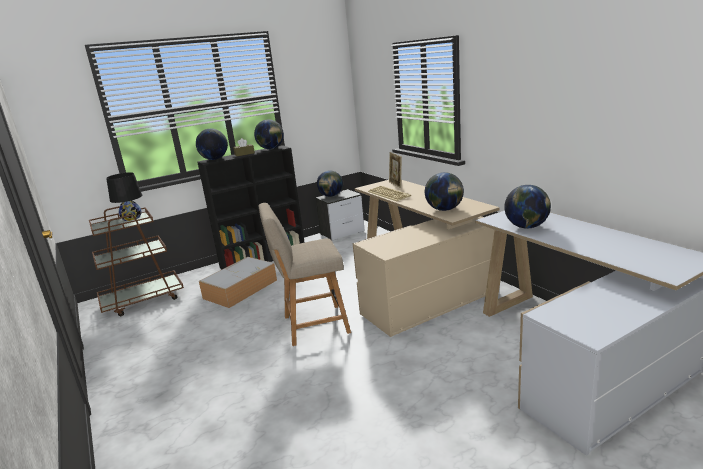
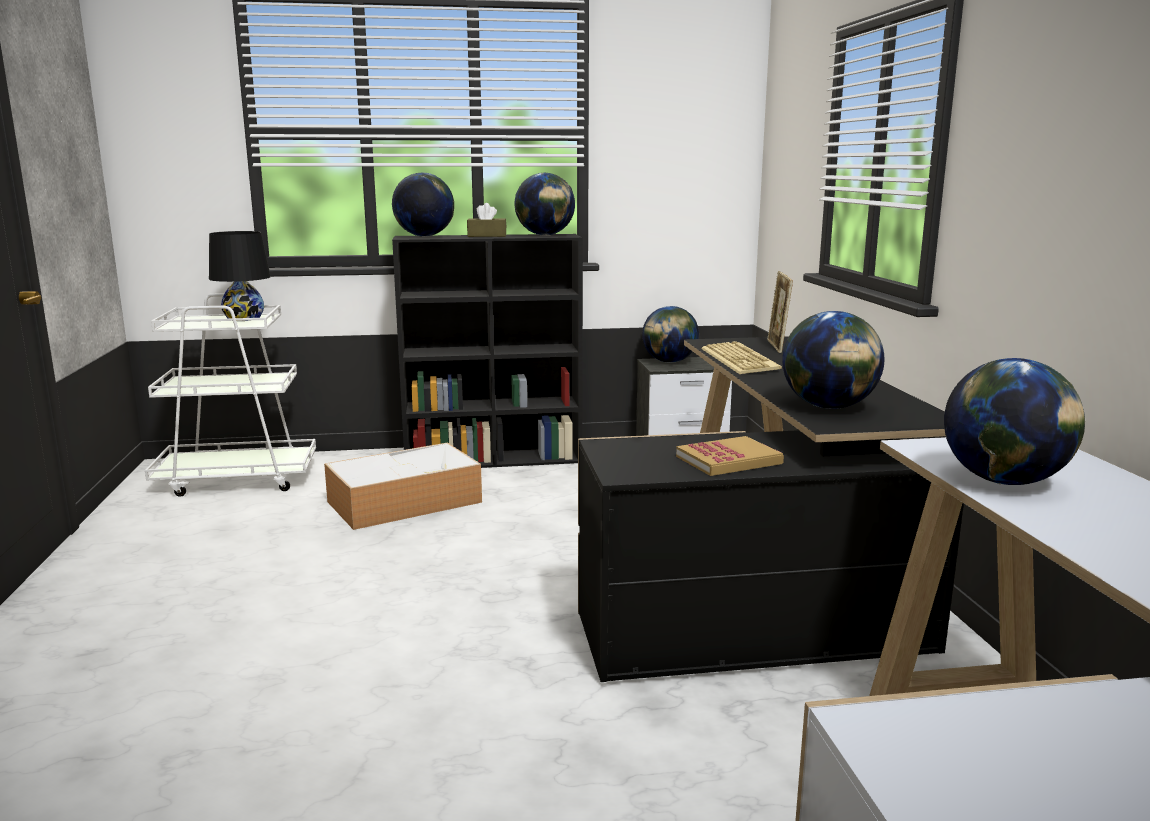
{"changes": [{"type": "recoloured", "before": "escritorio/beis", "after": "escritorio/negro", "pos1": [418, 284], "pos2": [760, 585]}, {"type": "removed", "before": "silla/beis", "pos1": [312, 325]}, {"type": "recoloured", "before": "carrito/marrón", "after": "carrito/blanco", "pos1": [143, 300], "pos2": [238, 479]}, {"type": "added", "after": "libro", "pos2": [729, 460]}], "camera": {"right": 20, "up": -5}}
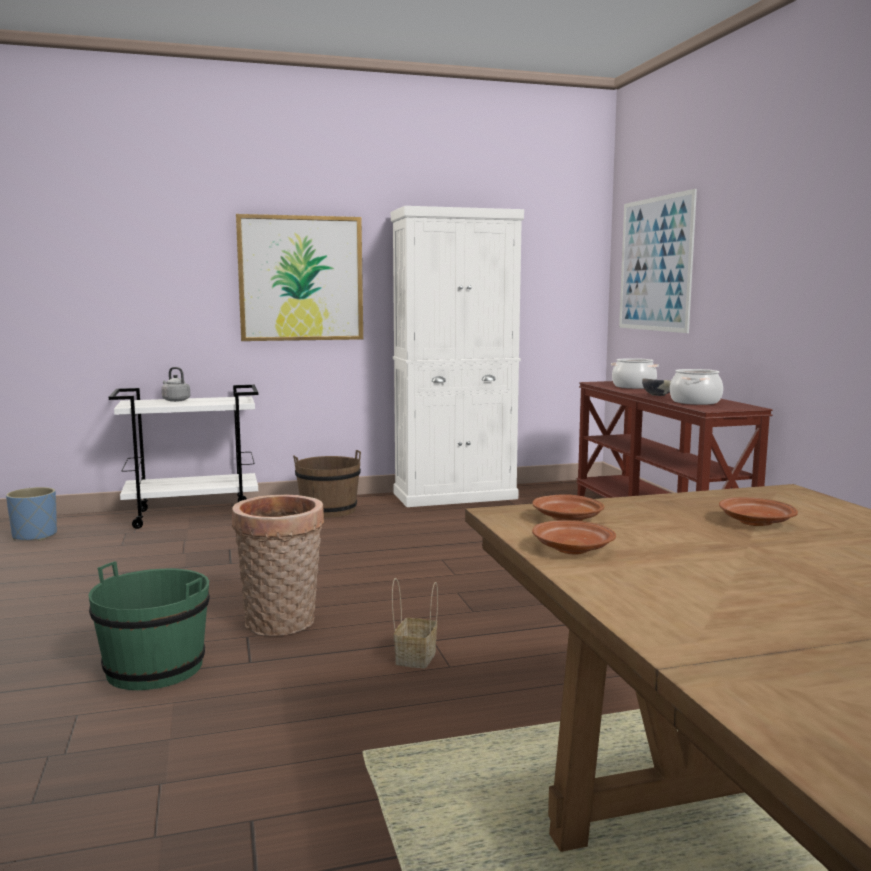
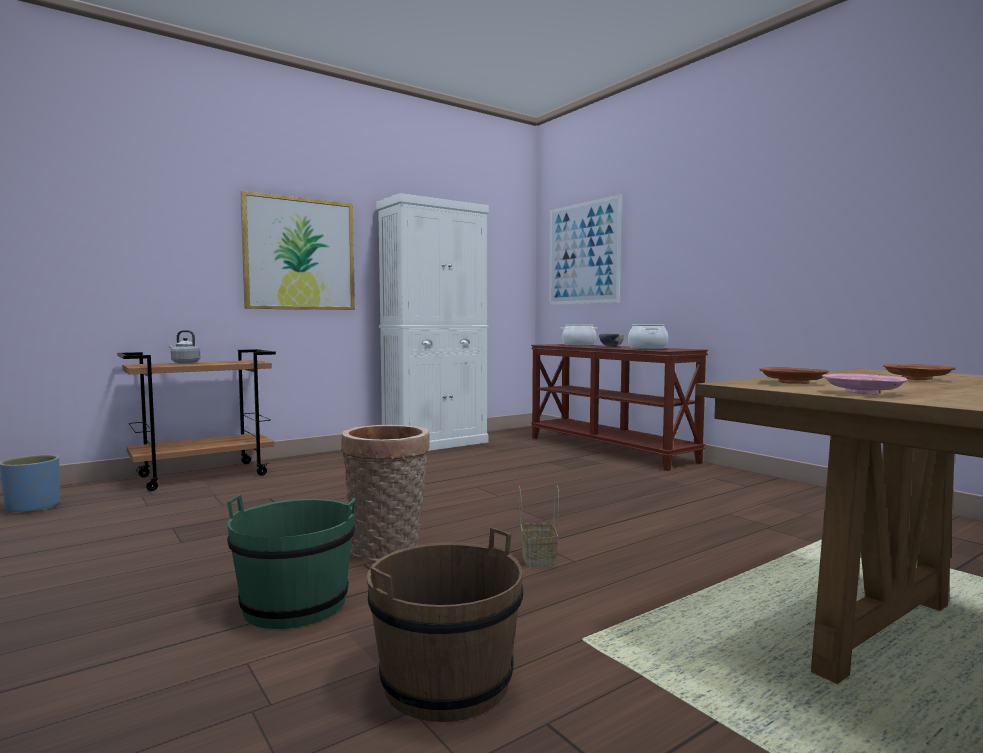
{"changes": [{"type": "recoloured", "before": "carrito/blanco", "after": "carrito/marrón", "pos1": [194, 515], "pos2": [204, 475]}, {"type": "moved", "before": "cubo/marrón", "pos1": [328, 510], "pos2": [447, 682]}, {"type": "recoloured", "before": "plato/marrón", "after": "plato/rosa", "pos1": [571, 549], "pos2": [862, 392]}], "camera": {"right": -20, "up": -5}}
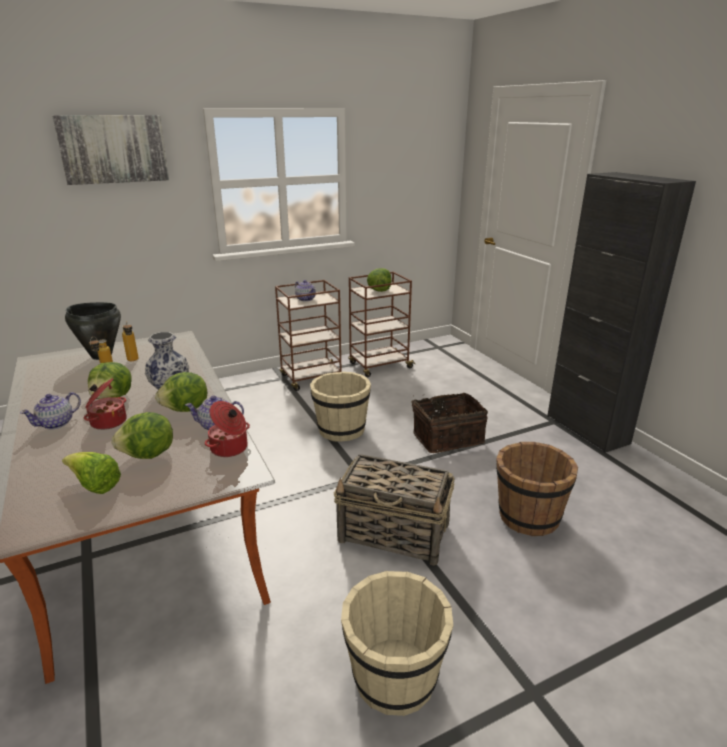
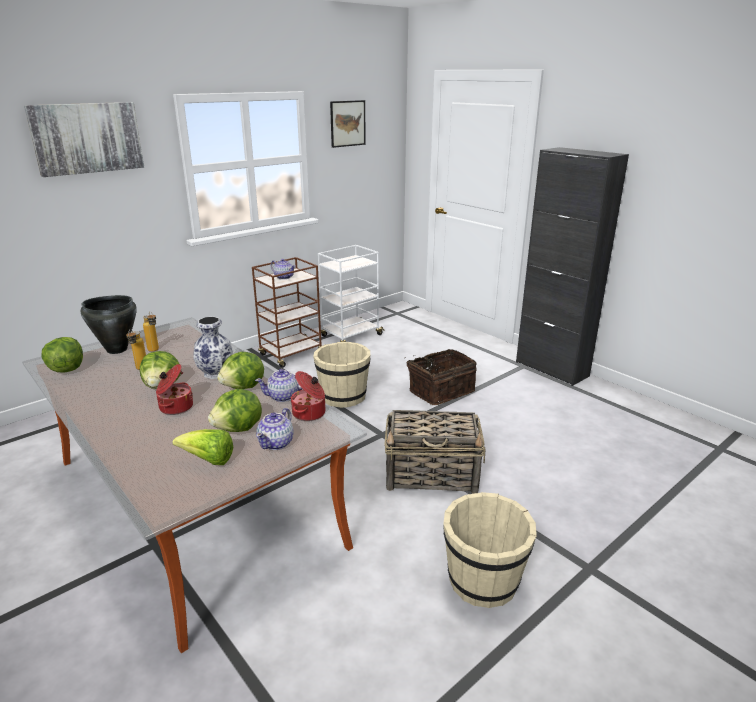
{"changes": [{"type": "moved", "before": "lechuga", "pos1": [379, 290], "pos2": [66, 369]}, {"type": "recoloured", "before": "carrito/marrón", "after": "carrito/blanco", "pos1": [379, 366], "pos2": [350, 336]}, {"type": "moved", "before": "tetera", "pos1": [57, 423], "pos2": [276, 443]}, {"type": "removed", "before": "cubo/marrón", "pos1": [528, 516]}, {"type": "added", "after": "cuadro", "pos2": [347, 123]}], "camera": {"right": -15, "up": 0}}
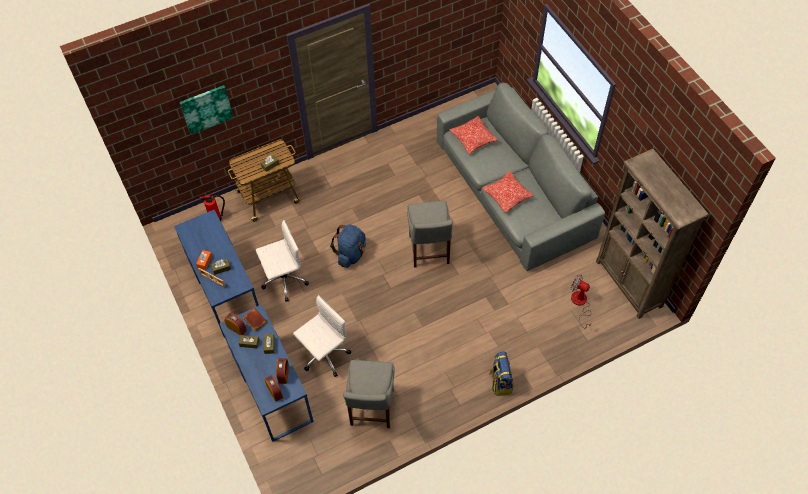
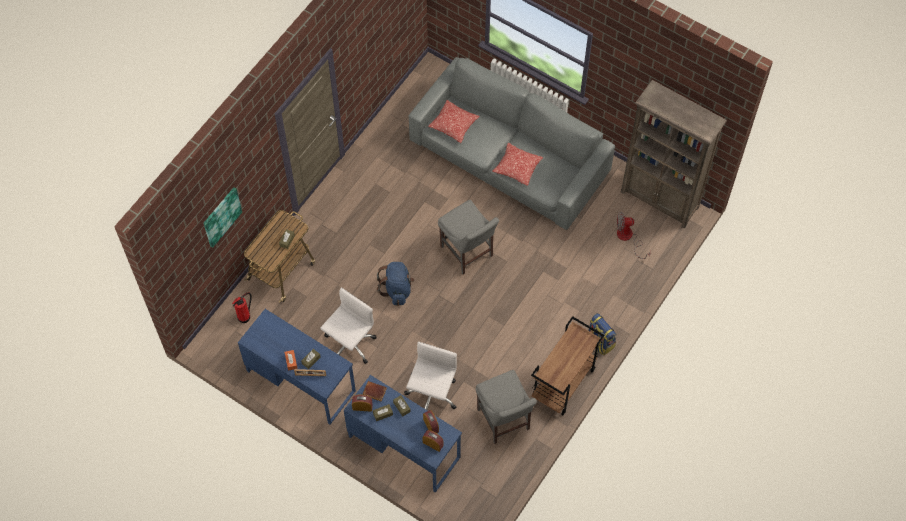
{"changes": [{"type": "added", "after": "carrito/marrón", "pos2": [563, 384]}], "camera": {"right": -30, "up": 5}}
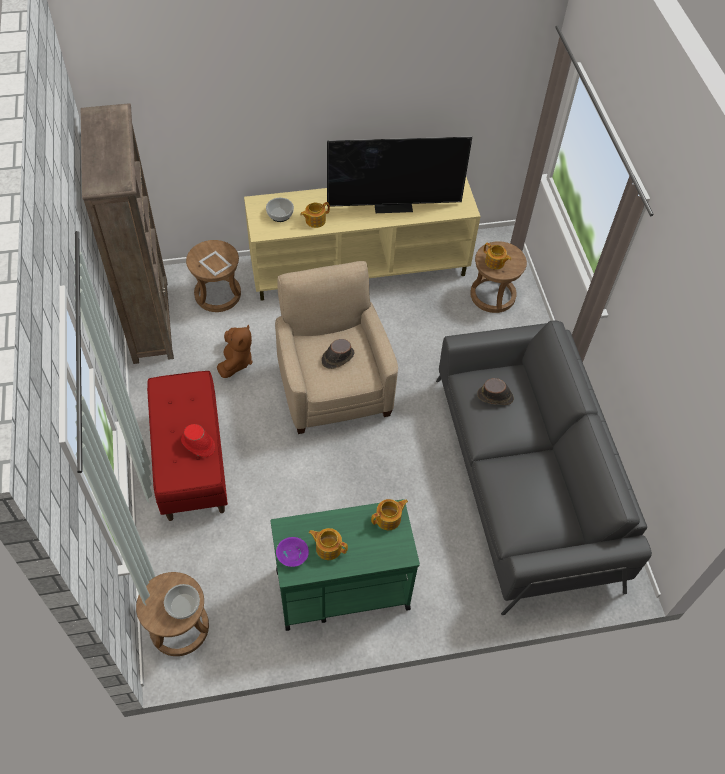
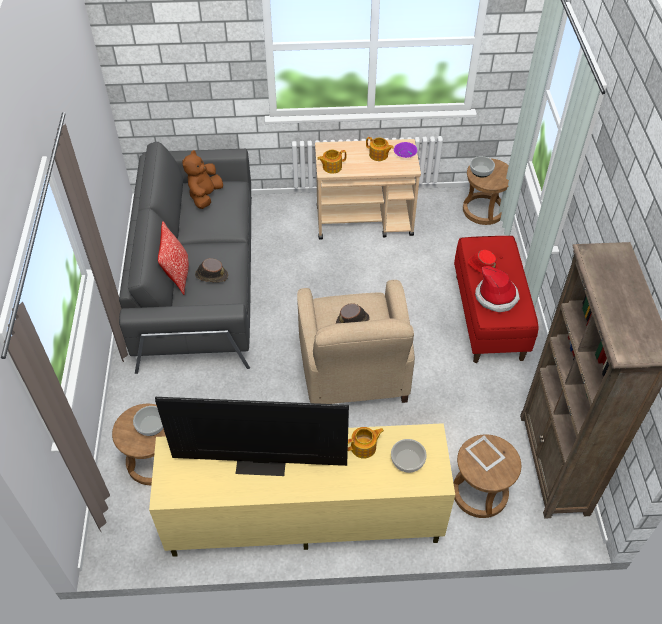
{"changes": [{"type": "replaced", "before": "tetera", "after": "cuenco", "pos1": [495, 262], "pos2": [151, 425]}, {"type": "moved", "before": "peluche/marrón", "pos1": [236, 361], "pos2": [205, 196]}, {"type": "recoloured", "before": "carrito/verde", "after": "carrito/beis", "pos1": [341, 589], "pos2": [365, 221]}, {"type": "added", "after": "cojín", "pos2": [177, 275]}, {"type": "added", "after": "sombrero", "pos2": [496, 297]}], "camera": {"right": -170, "up": -5}}
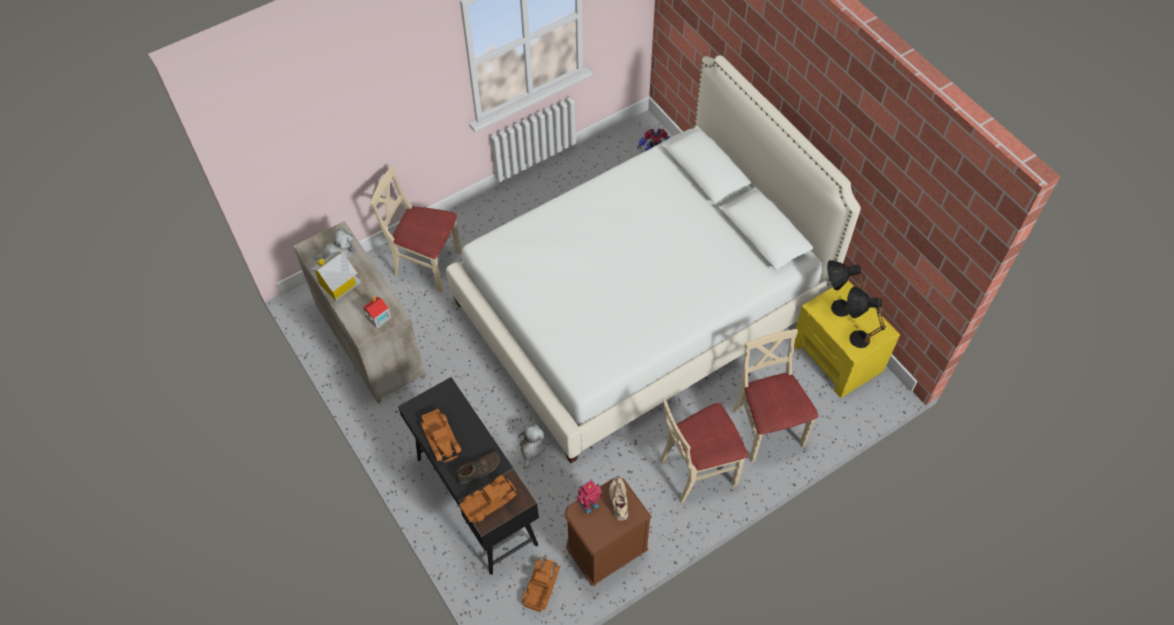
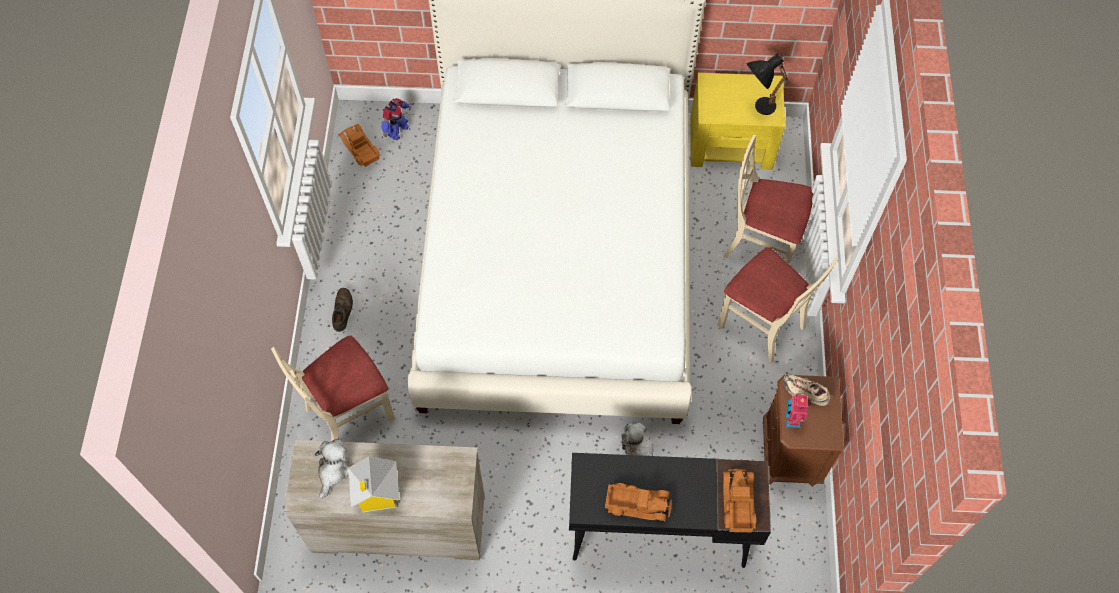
{"changes": [{"type": "removed", "before": "lámpara de mesa/negro", "pos1": [833, 306]}, {"type": "removed", "before": "casita", "pos1": [378, 317]}, {"type": "turned", "before": "silla/beis", "pos1": [697, 470], "pos2": [762, 324], "turn": -60}, {"type": "moved", "before": "zapato/marrón", "pos1": [478, 469], "pos2": [342, 311]}, {"type": "moved", "before": "camión de juguete", "pos1": [540, 586], "pos2": [359, 149]}], "camera": {"right": -55, "up": 5}}
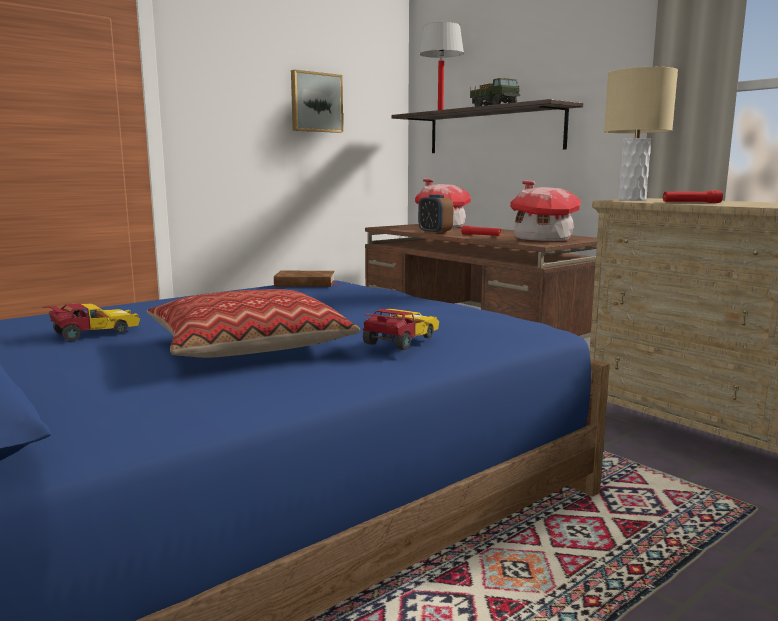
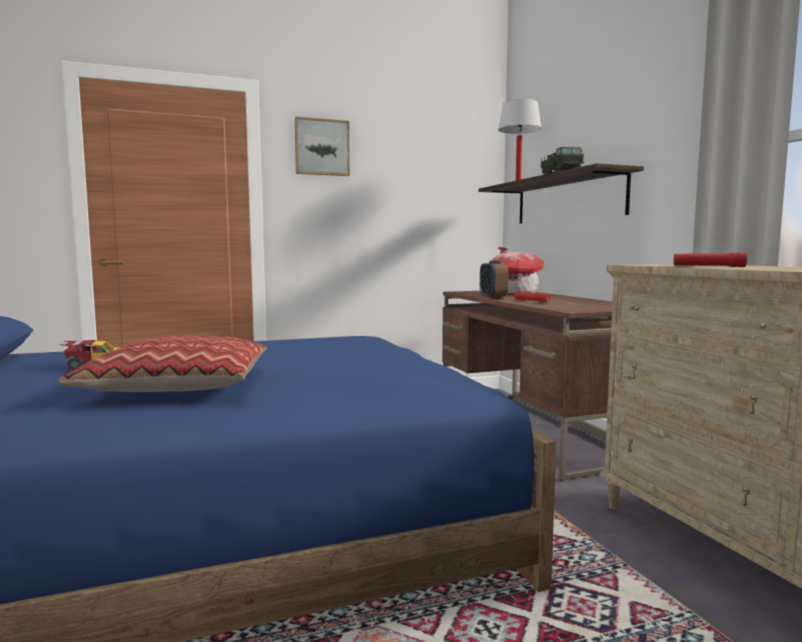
{"changes": [{"type": "removed", "before": "lámpara de mesa/beis", "pos1": [632, 200]}, {"type": "moved", "before": "cuadro", "pos1": [315, 102], "pos2": [321, 147]}, {"type": "removed", "before": "casita", "pos1": [541, 239]}, {"type": "removed", "before": "libro/marrón", "pos1": [305, 283]}, {"type": "removed", "before": "coche de juguete", "pos1": [400, 340]}], "camera": {"right": 20, "up": -5}}
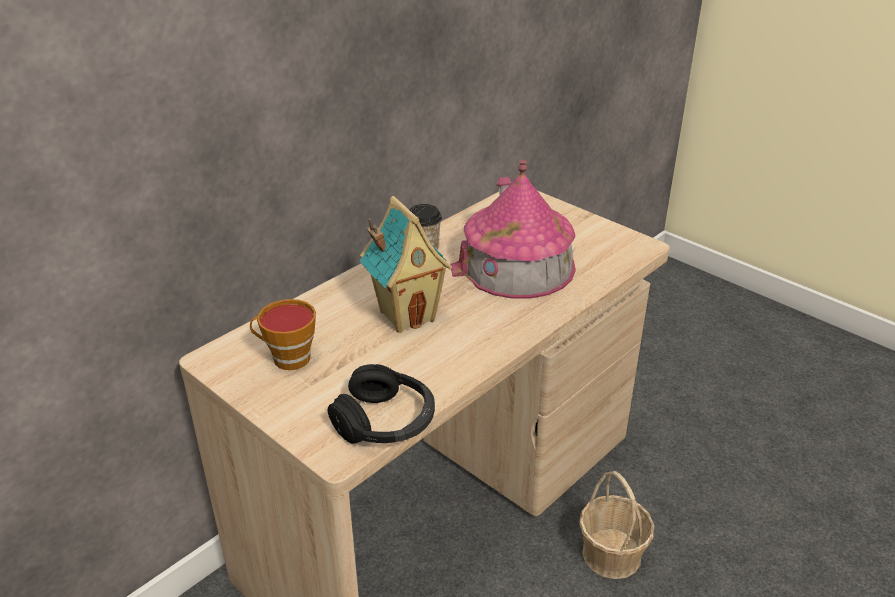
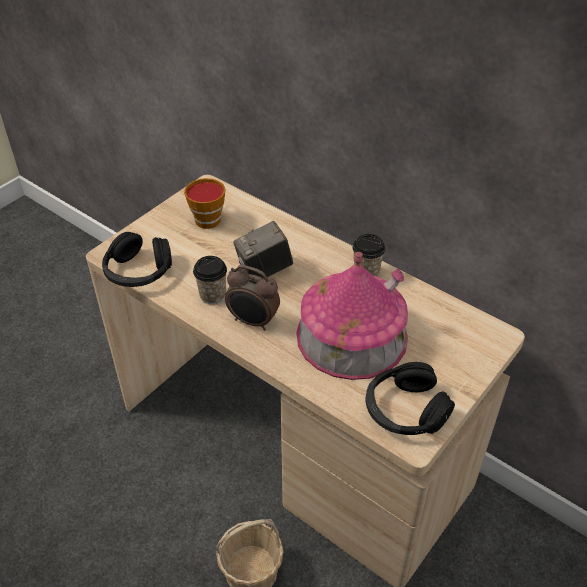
{"changes": [{"type": "replaced", "before": "casita", "after": "cámara", "pos1": [407, 315], "pos2": [264, 271]}, {"type": "added", "after": "taza", "pos2": [212, 295]}, {"type": "added", "after": "despertador", "pos2": [253, 322]}, {"type": "added", "after": "auriculares/negro", "pos2": [404, 410]}], "camera": {"right": 85, "up": 10}}
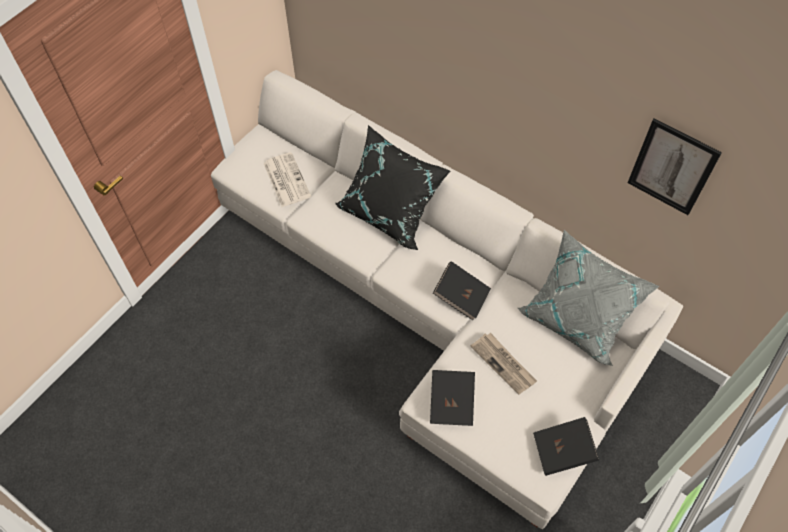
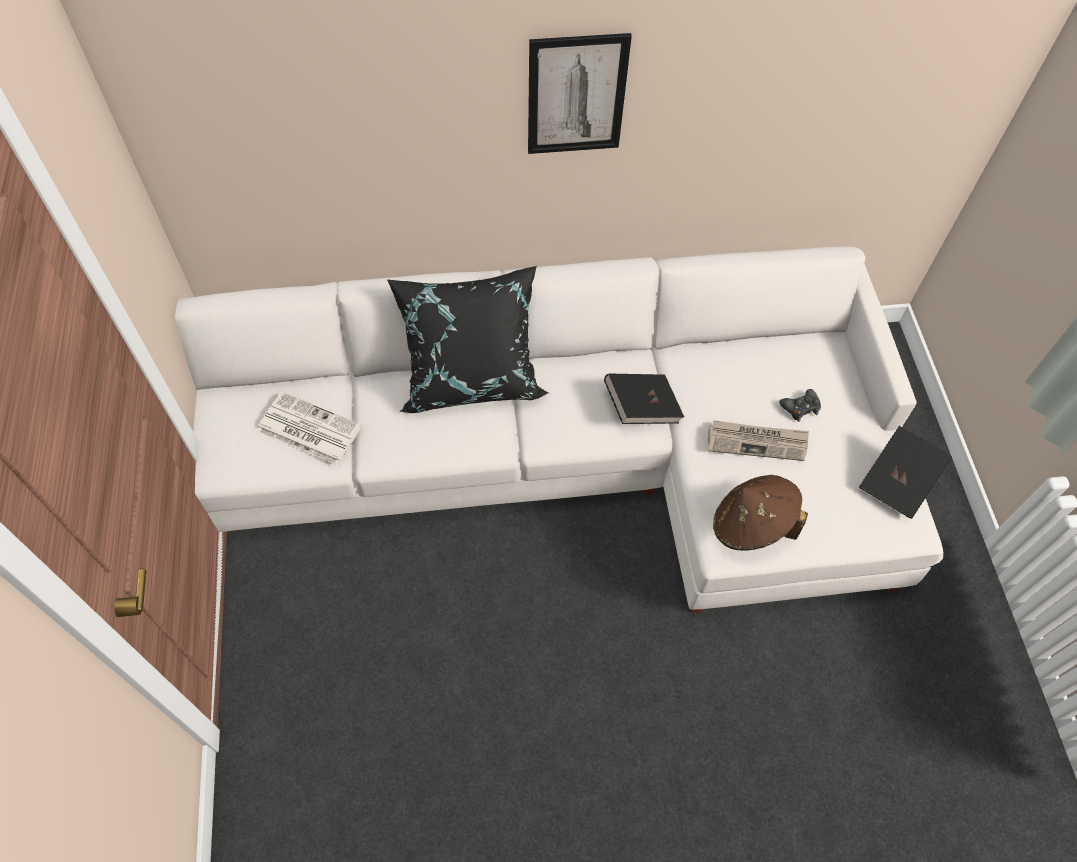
{"changes": [{"type": "moved", "before": "cuadro", "pos1": [672, 167], "pos2": [576, 95]}, {"type": "removed", "before": "cojín/gris", "pos1": [577, 319]}, {"type": "replaced", "before": "libro/negro", "after": "sombrero/marrón", "pos1": [451, 403], "pos2": [751, 525]}, {"type": "added", "after": "mando de consola/negro", "pos2": [800, 408]}], "camera": {"right": -45, "up": 0}}
